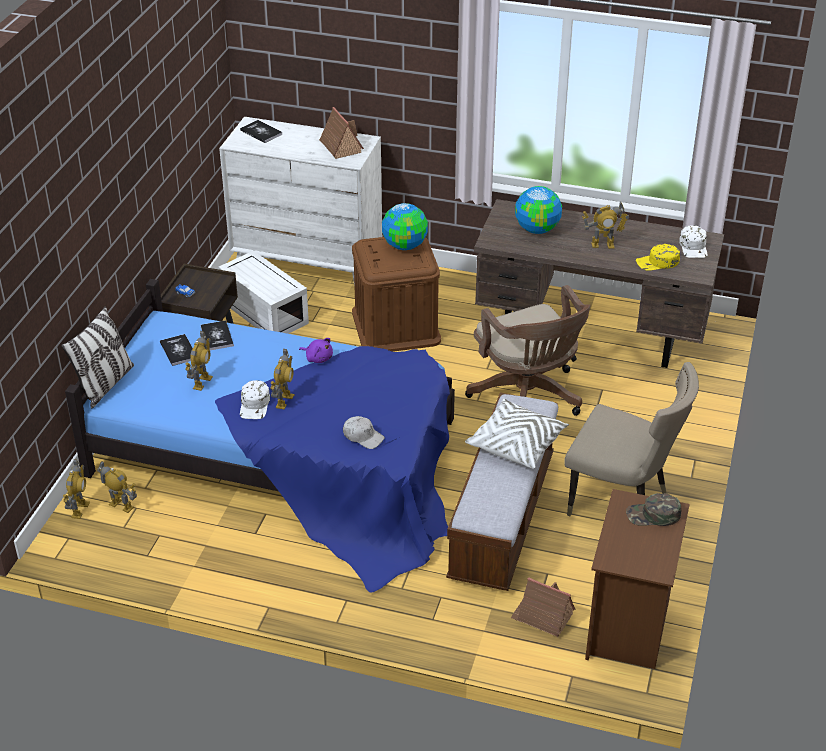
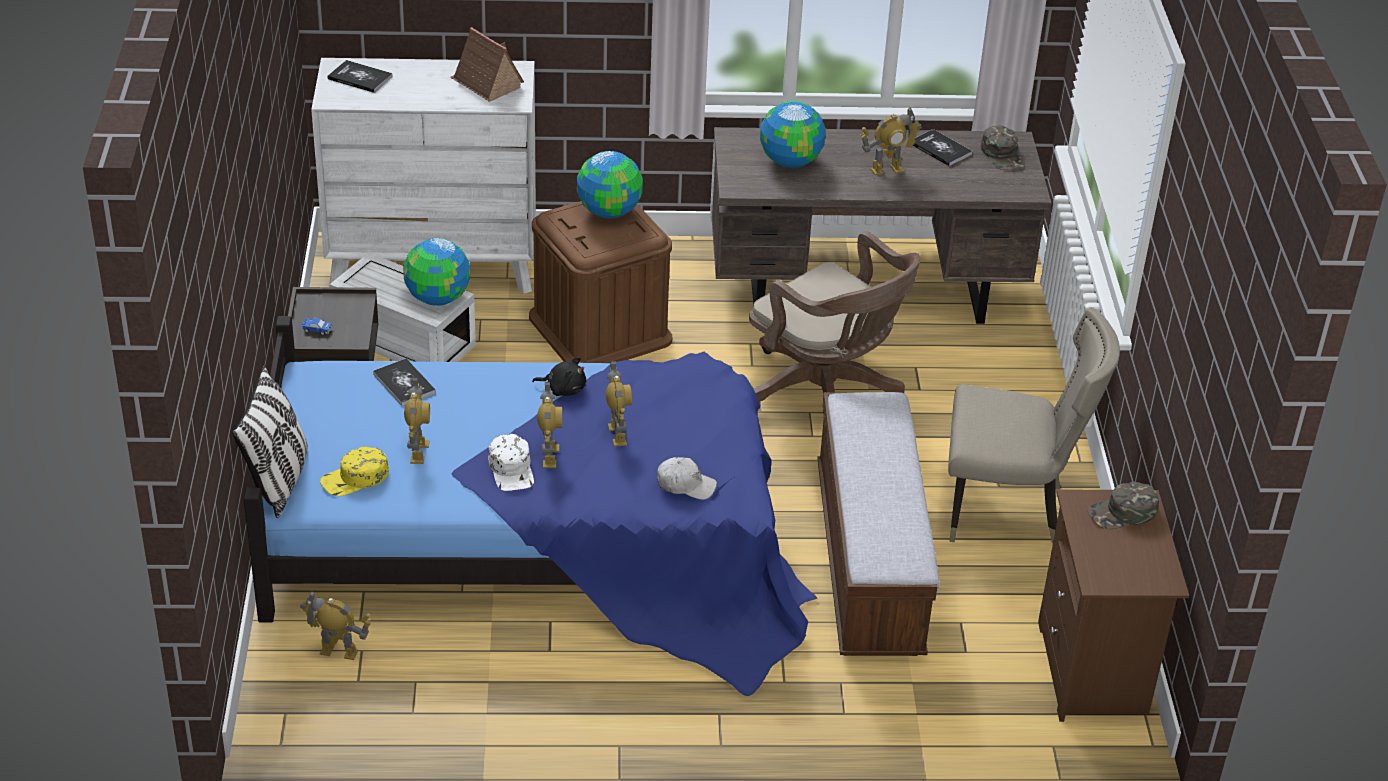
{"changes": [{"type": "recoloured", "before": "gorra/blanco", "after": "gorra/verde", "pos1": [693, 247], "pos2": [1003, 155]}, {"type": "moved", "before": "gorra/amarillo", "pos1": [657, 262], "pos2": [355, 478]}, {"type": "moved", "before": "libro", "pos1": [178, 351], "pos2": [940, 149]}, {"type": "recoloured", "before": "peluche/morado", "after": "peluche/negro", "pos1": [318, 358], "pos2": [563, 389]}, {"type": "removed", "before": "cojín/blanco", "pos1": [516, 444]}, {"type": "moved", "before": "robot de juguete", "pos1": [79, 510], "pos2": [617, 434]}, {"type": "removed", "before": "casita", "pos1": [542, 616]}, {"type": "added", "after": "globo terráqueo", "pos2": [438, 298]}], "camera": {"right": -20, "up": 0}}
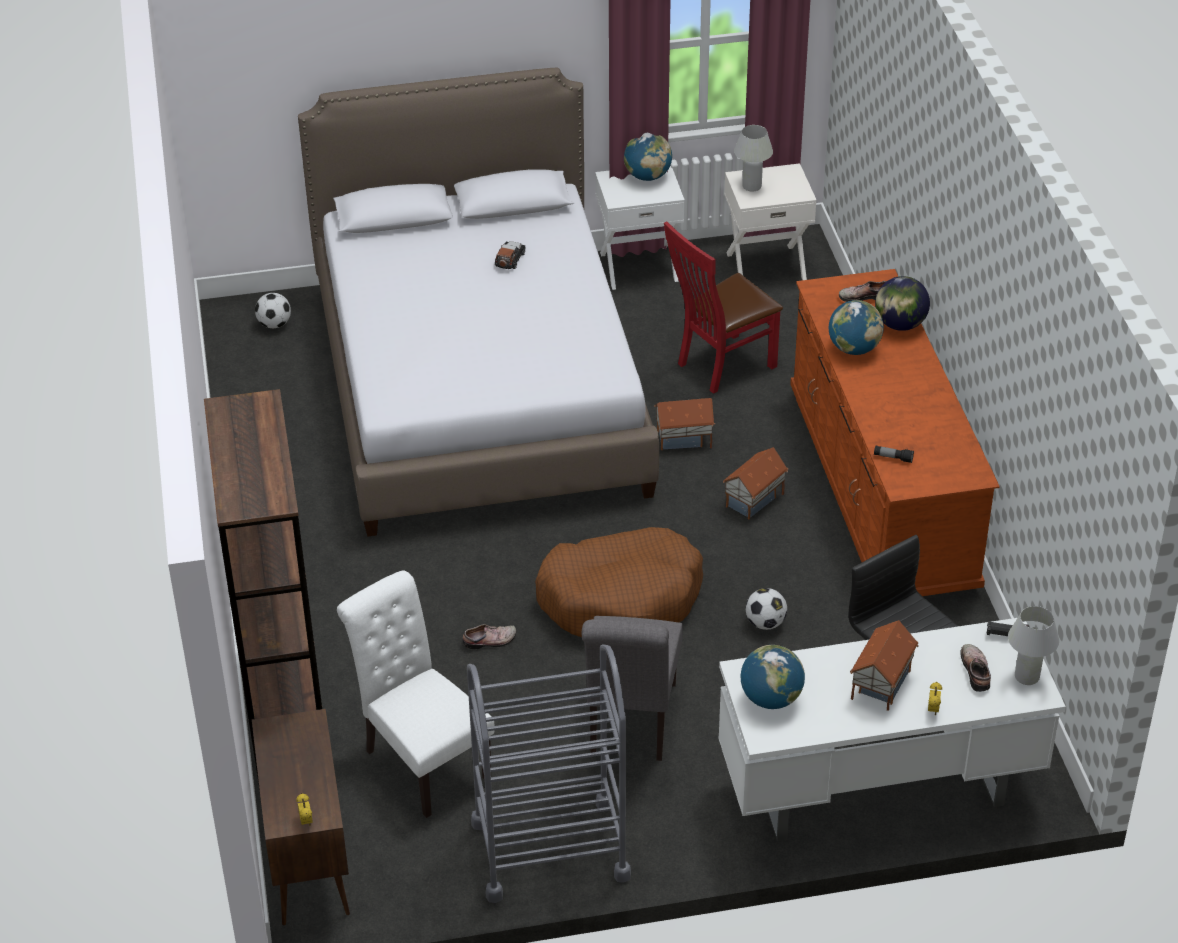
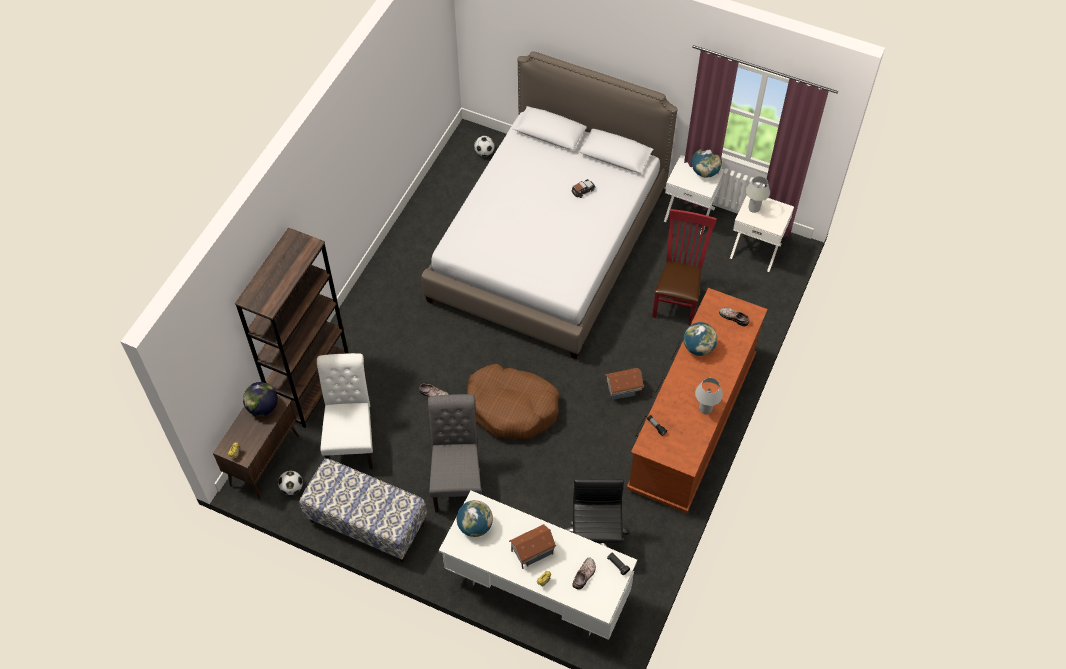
{"changes": [{"type": "turned", "before": "silla/rojo", "pos1": [720, 366], "pos2": [677, 300], "turn": 105}, {"type": "moved", "before": "globo terráqueo", "pos1": [900, 324], "pos2": [262, 407]}, {"type": "removed", "before": "casita", "pos1": [684, 440]}, {"type": "moved", "before": "balón de fútbol", "pos1": [765, 623], "pos2": [292, 488]}, {"type": "moved", "before": "lámpara de mesa/blanco", "pos1": [1027, 677], "pos2": [705, 409]}, {"type": "turned", "before": "silla/gris", "pos1": [630, 724], "pos2": [457, 480], "turn": 135}, {"type": "replaced", "before": "carrito/gris", "after": "banco", "pos1": [550, 850], "pos2": [366, 523]}], "camera": {"right": 35, "up": 15}}
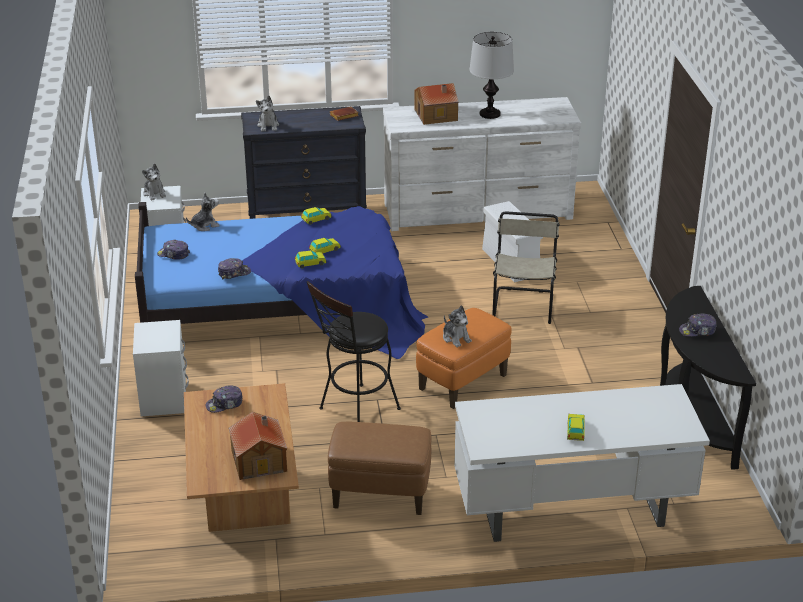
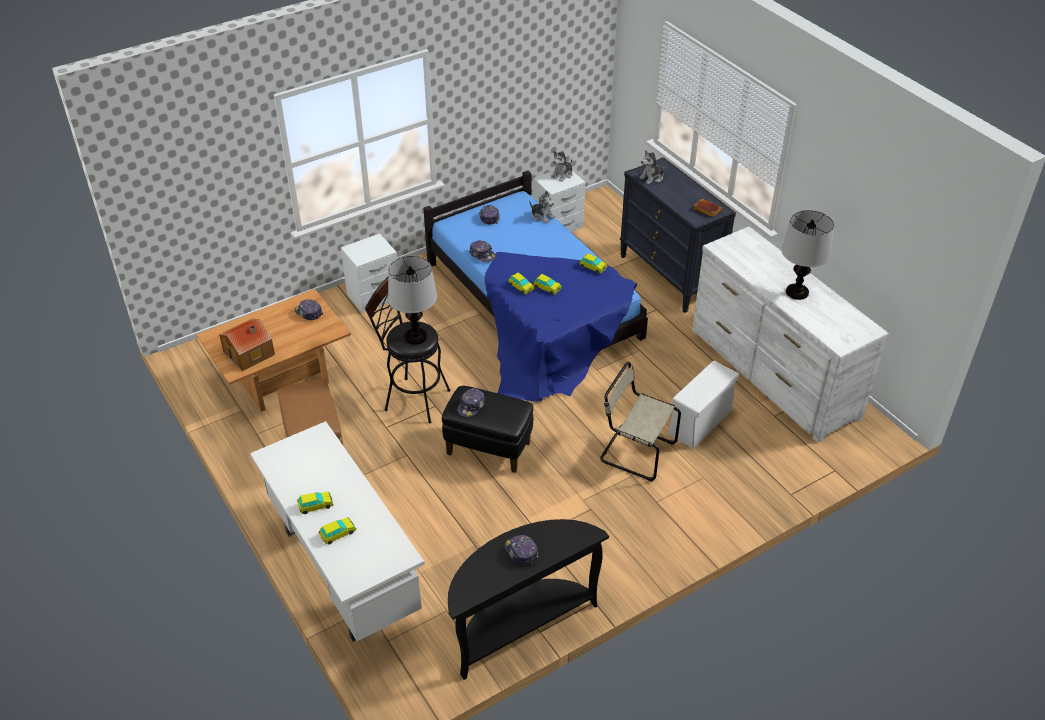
{"changes": [{"type": "removed", "before": "casita", "pos1": [436, 115]}, {"type": "turned", "before": "silla/beis", "pos1": [523, 305], "pos2": [635, 451], "turn": -135}, {"type": "replaced", "before": "peluche", "after": "gorra", "pos1": [456, 338], "pos2": [471, 406]}, {"type": "recoloured", "before": "puf/naranja", "after": "puf/negro", "pos1": [463, 382], "pos2": [489, 449]}, {"type": "added", "after": "lámpara de mesa", "pos2": [416, 337]}, {"type": "added", "after": "coche de juguete", "pos2": [338, 533]}], "camera": {"right": 65, "up": 10}}
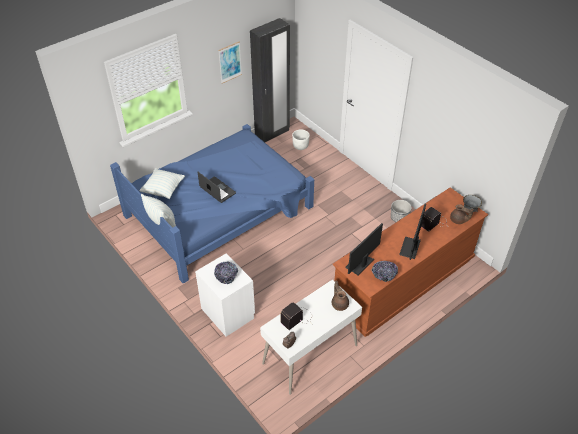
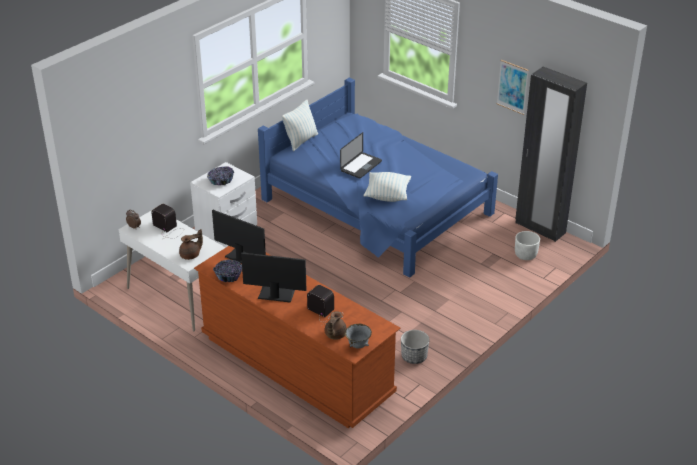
{"changes": [{"type": "moved", "before": "cojín", "pos1": [163, 190], "pos2": [387, 196]}], "camera": {"right": 80, "up": -10}}
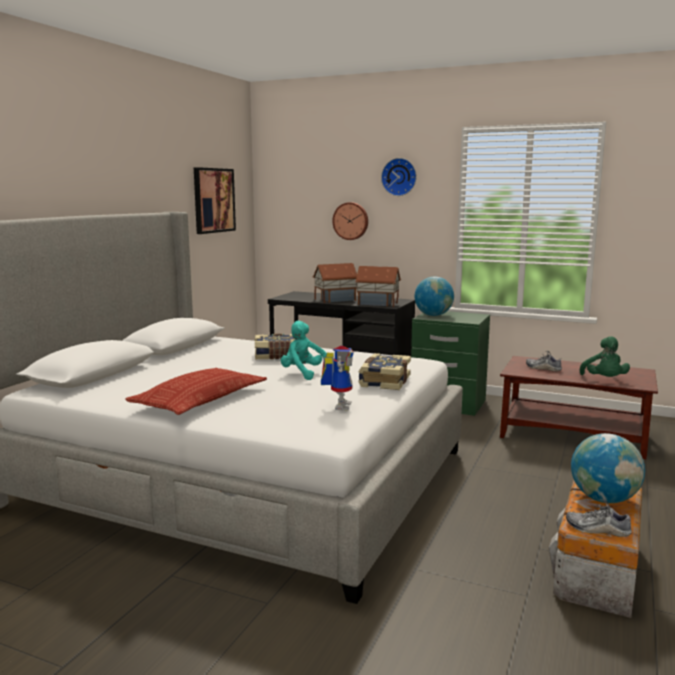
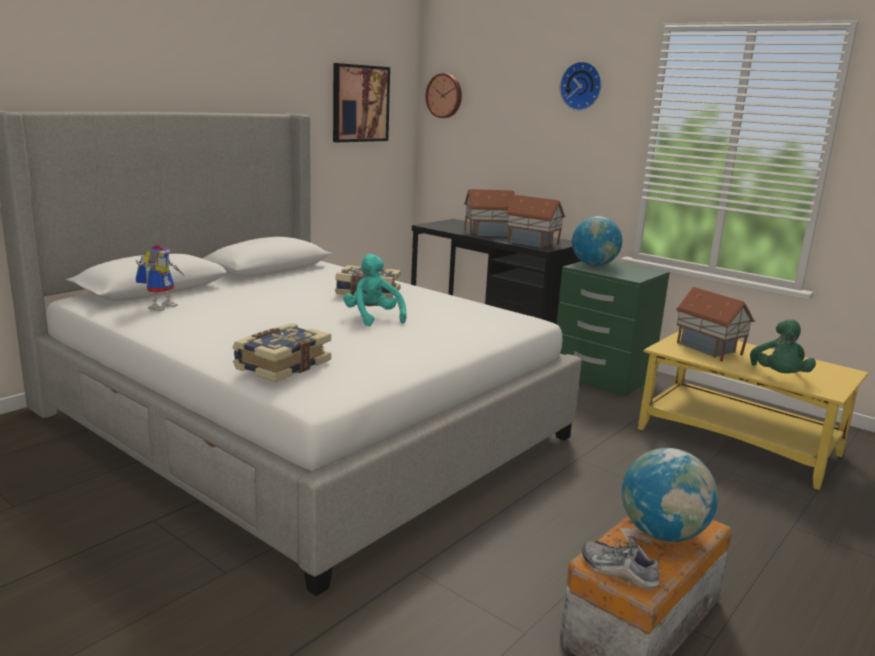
{"changes": [{"type": "moved", "before": "reloj de pared", "pos1": [351, 221], "pos2": [445, 96]}, {"type": "moved", "before": "robot de juguete", "pos1": [339, 405], "pos2": [161, 306]}, {"type": "replaced", "before": "zapato", "after": "casita", "pos1": [543, 368], "pos2": [708, 349]}, {"type": "moved", "before": "libro", "pos1": [383, 381], "pos2": [281, 365]}, {"type": "recoloured", "before": "mesa de centro/marrón", "after": "mesa de centro/amarillo", "pos1": [571, 435], "pos2": [736, 441]}, {"type": "removed", "before": "cojín", "pos1": [200, 399]}], "camera": {"right": 15, "up": 5}}
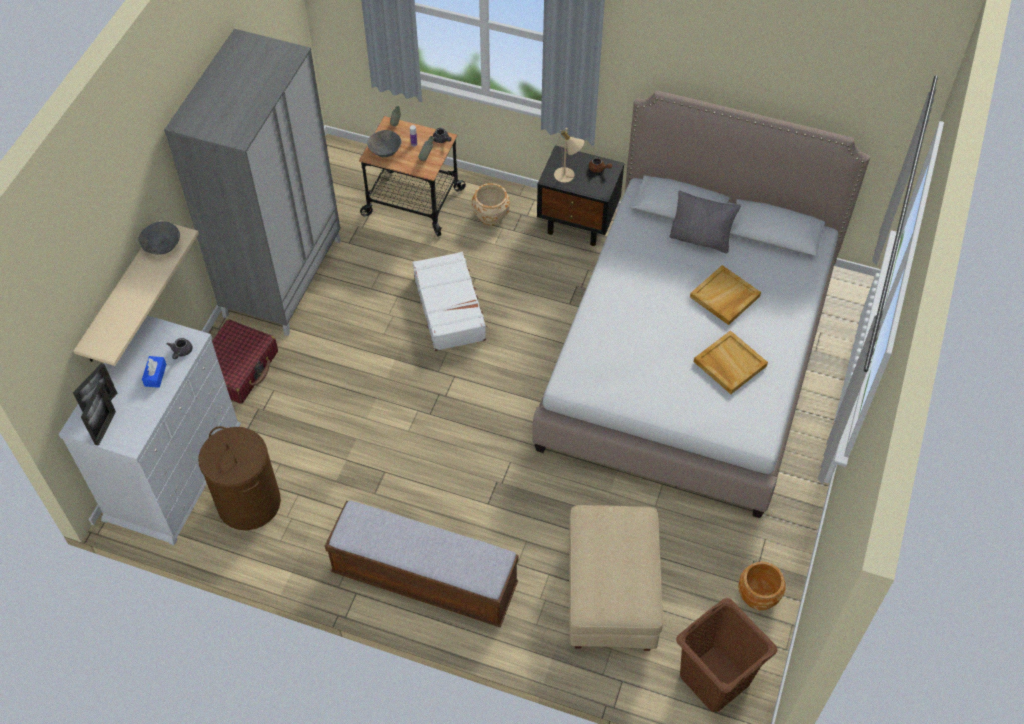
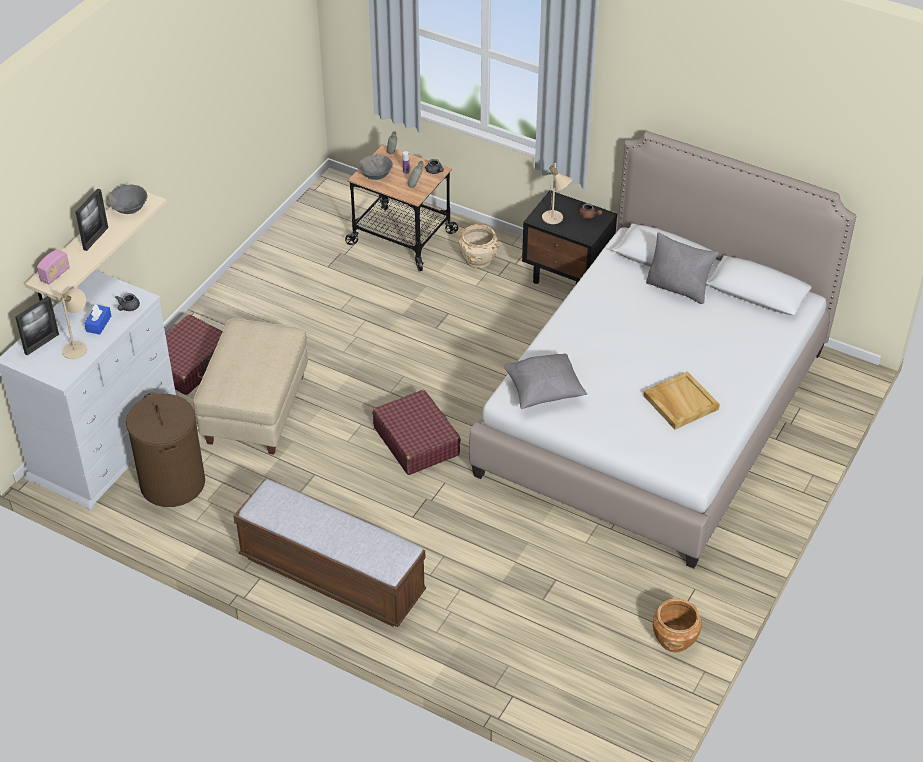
{"changes": [{"type": "removed", "before": "armario ropero/gris", "pos1": [283, 276]}, {"type": "removed", "before": "maleta/blanco", "pos1": [450, 308]}, {"type": "removed", "before": "bandeja/beis", "pos1": [725, 297]}, {"type": "moved", "before": "portarretratos", "pos1": [105, 428], "pos2": [96, 238]}, {"type": "moved", "before": "puf/beis", "pos1": [612, 594], "pos2": [257, 409]}, {"type": "removed", "before": "cesto de la ropa/marrón", "pos1": [714, 679]}, {"type": "added", "after": "radio", "pos2": [55, 275]}, {"type": "added", "after": "lámpara de mesa/beis", "pos2": [78, 347]}, {"type": "added", "after": "cojín/gris", "pos2": [543, 392]}, {"type": "added", "after": "maleta/rojo", "pos2": [416, 441]}], "camera": {"right": 10, "up": -10}}
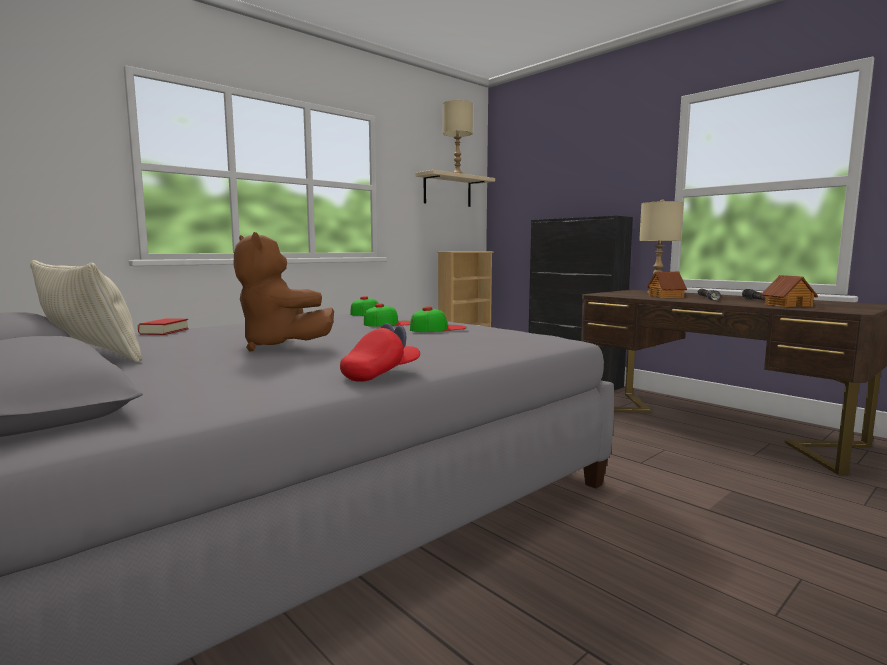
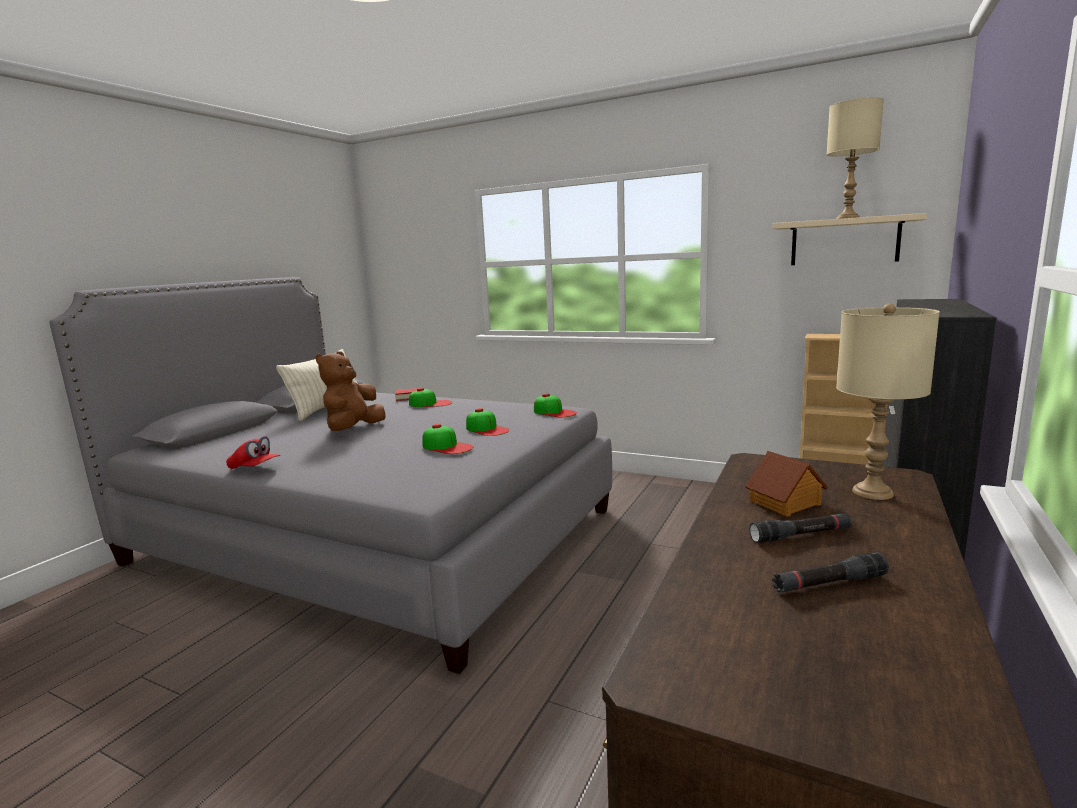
{"changes": [{"type": "removed", "before": "casita", "pos1": [787, 305]}, {"type": "added", "after": "gorra", "pos2": [430, 403]}], "camera": {"right": 70, "up": 5}}
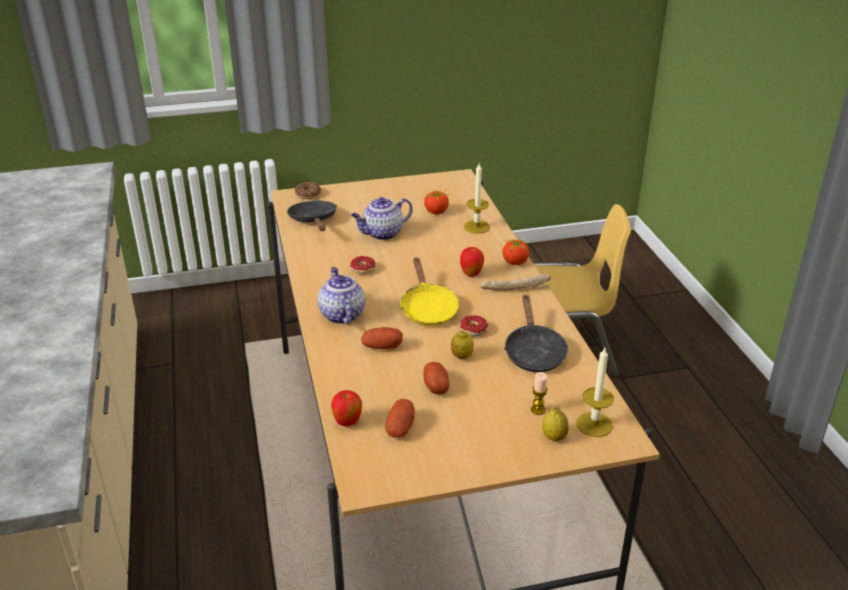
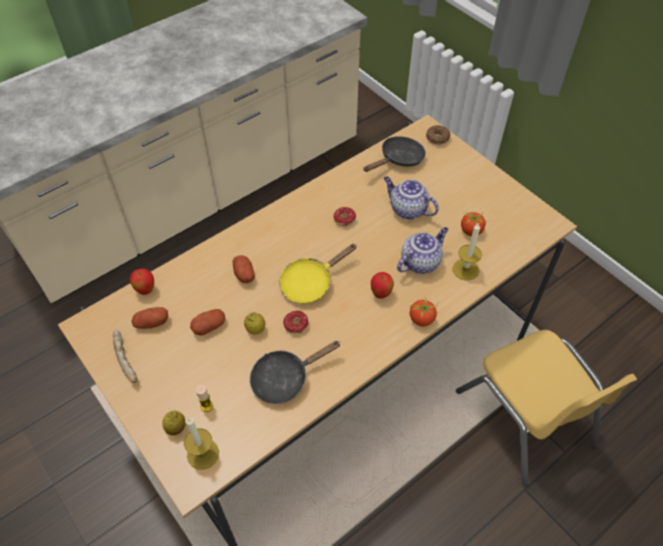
{"changes": [{"type": "moved", "before": "tetera", "pos1": [341, 314], "pos2": [420, 262]}, {"type": "moved", "before": "pan", "pos1": [515, 287], "pos2": [126, 359]}], "camera": {"right": 65, "up": 20}}
